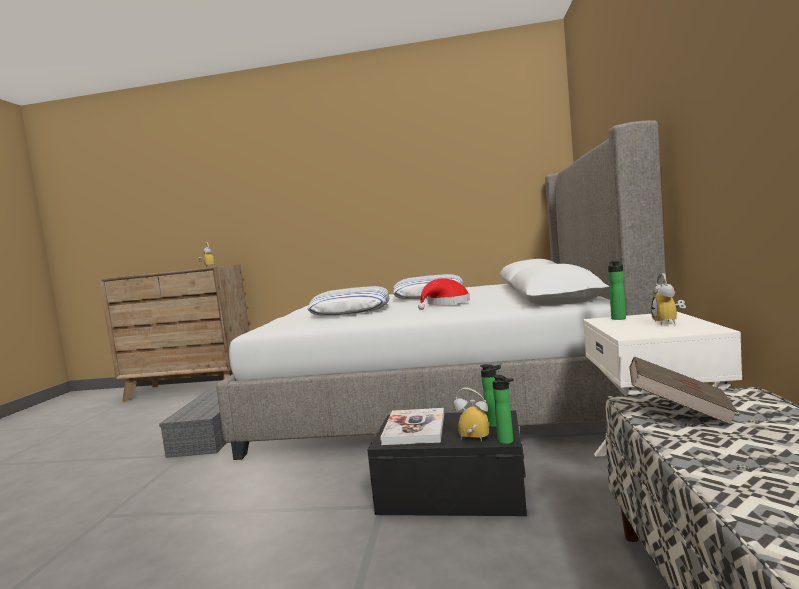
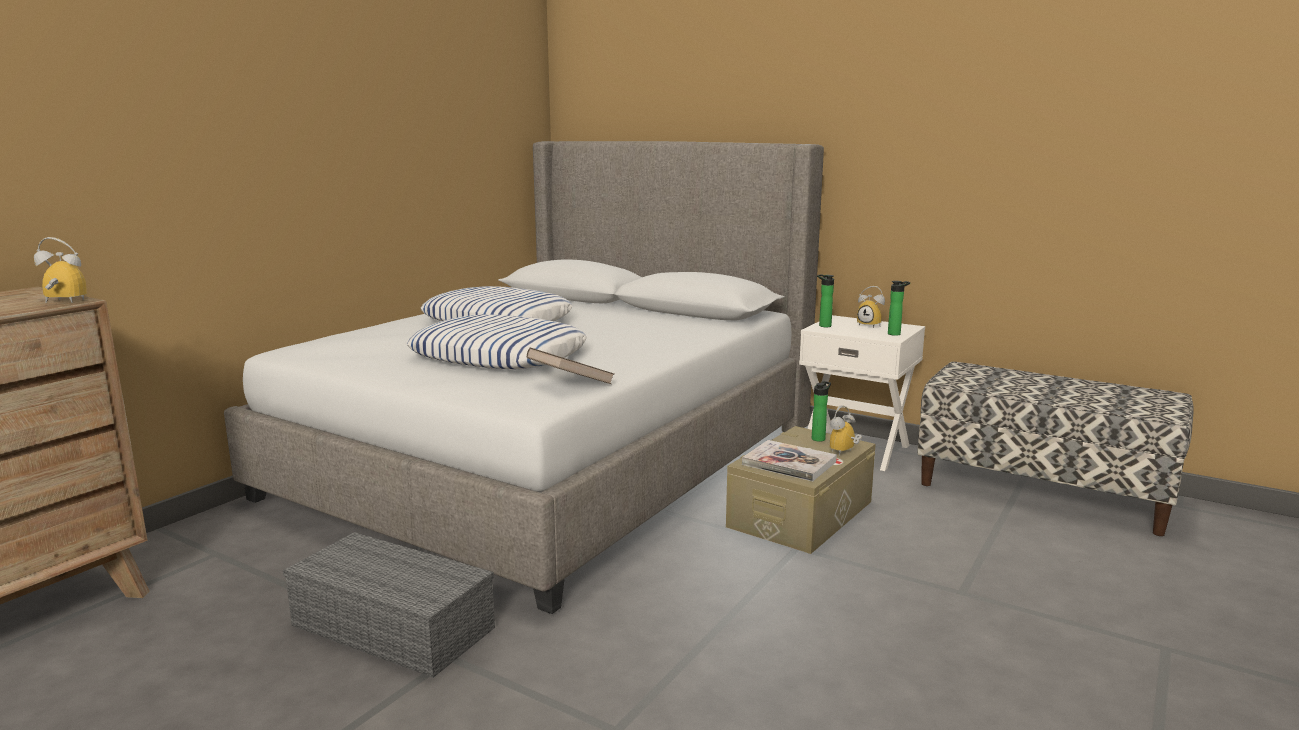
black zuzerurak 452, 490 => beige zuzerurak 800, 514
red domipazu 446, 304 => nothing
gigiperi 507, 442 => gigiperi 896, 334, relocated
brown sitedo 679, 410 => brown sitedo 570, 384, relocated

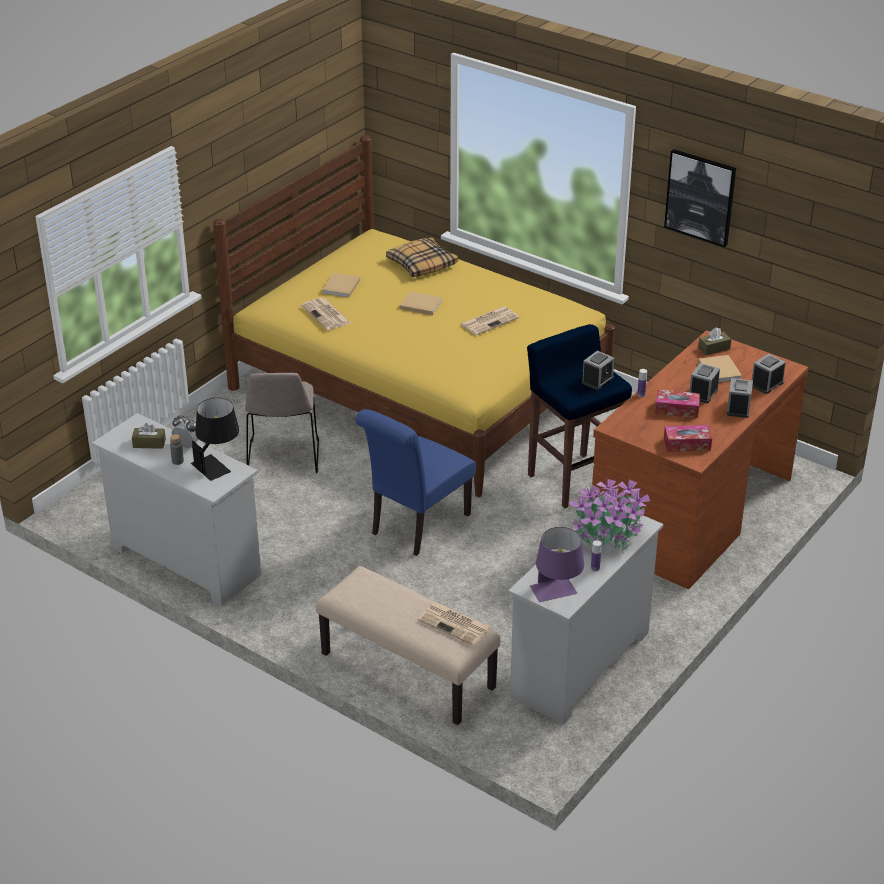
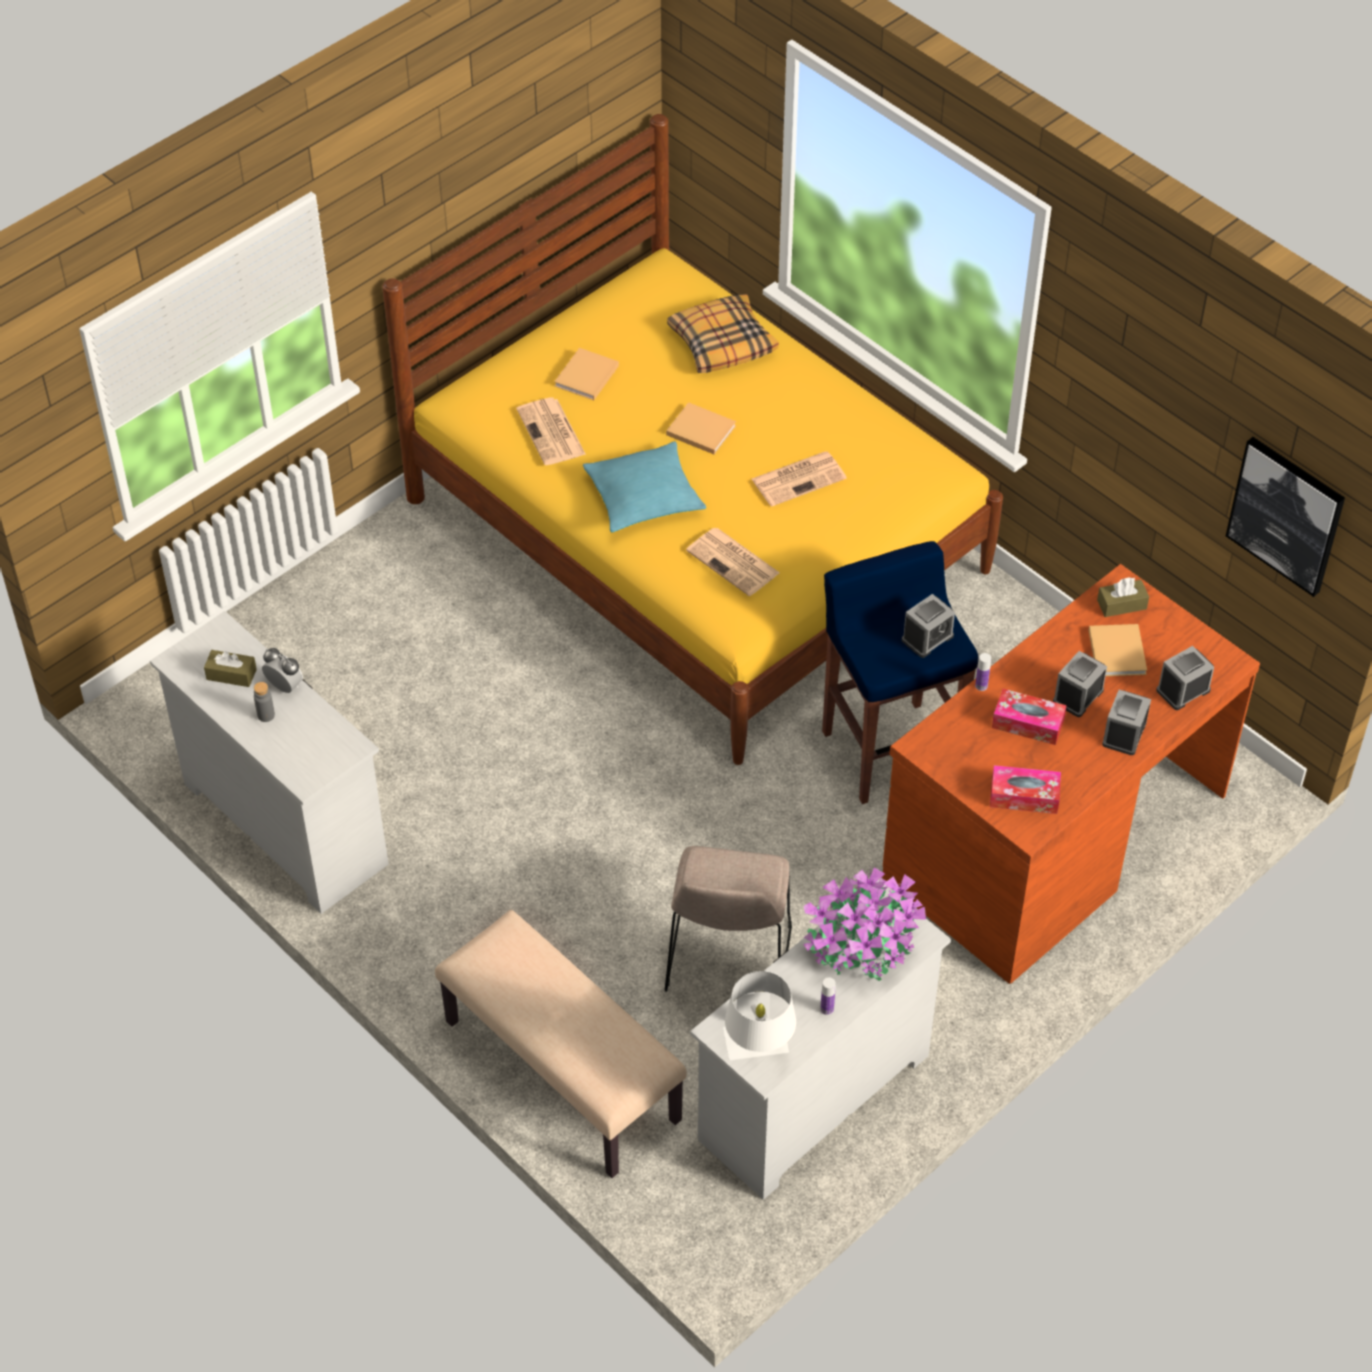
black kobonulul 217, 464 => nothing
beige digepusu 283, 458 => beige digepusu 728, 960, relocated
blue digepusu 416, 526 => nothing
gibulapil 455, 624 => gibulapil 734, 562, relocated
purple kobonulul 557, 595 => white kobonulul 758, 1051
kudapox 700, 197 => kudapox 1286, 515, relocated
nothing => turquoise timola 644, 497

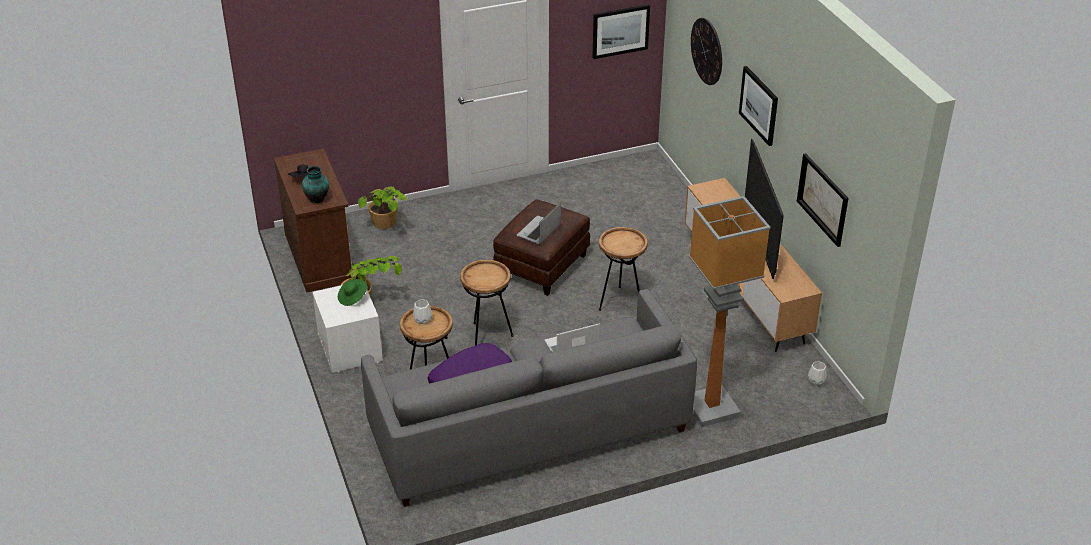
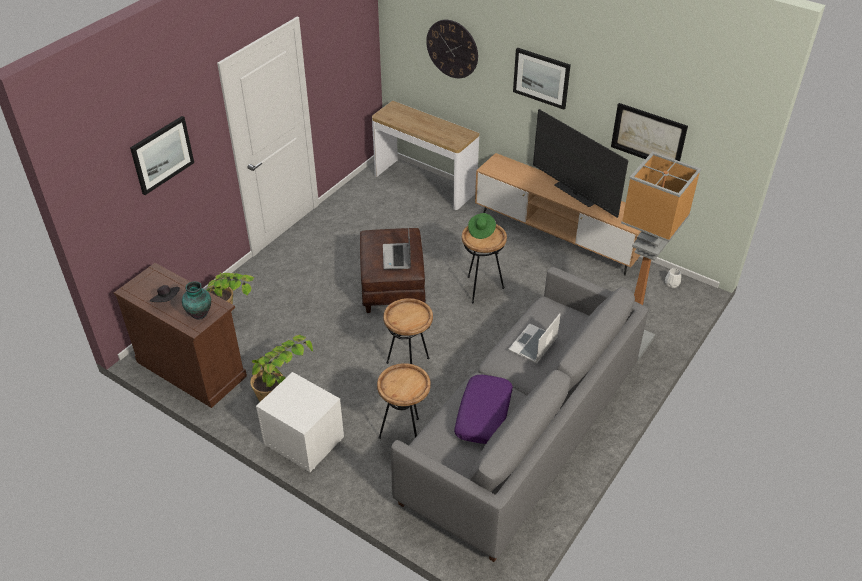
green domipazu 352, 298 => green domipazu 481, 231, relocated
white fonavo 422, 319 => nothing
kudapox 620, 31 => kudapox 162, 154, relocated
nothing => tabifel 424, 184

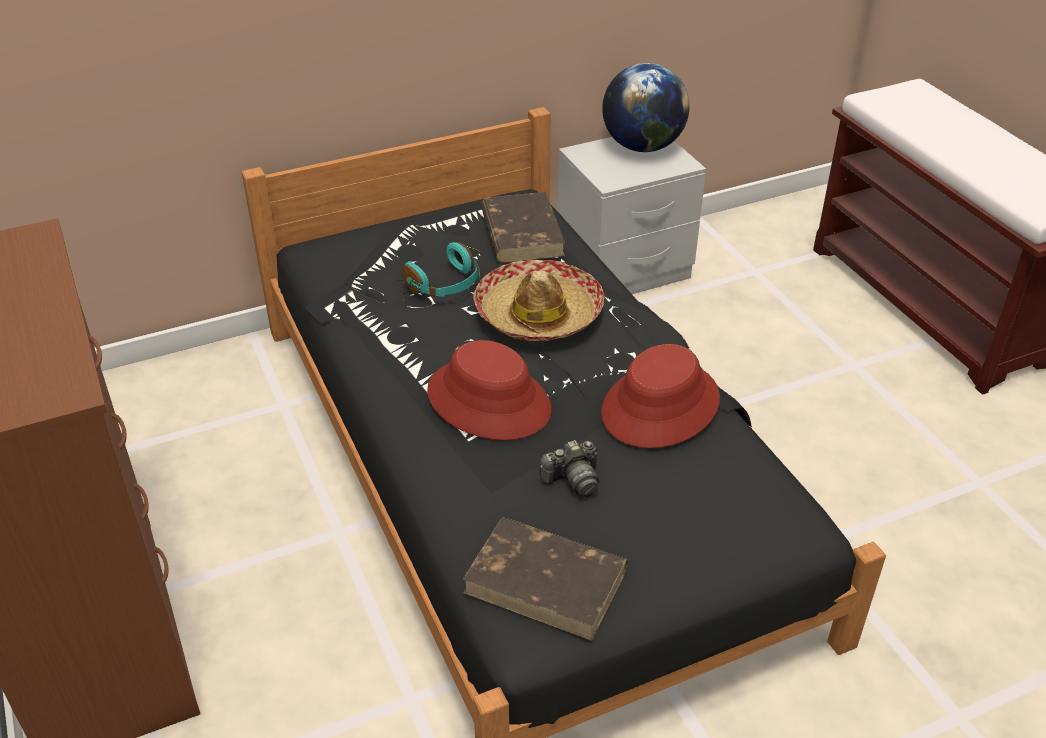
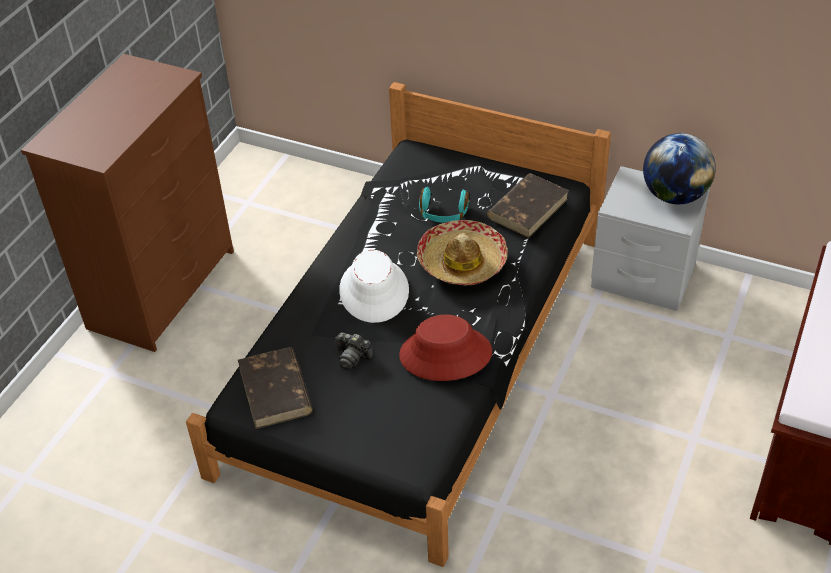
red domipazu 489, 400 => white domipazu 374, 290

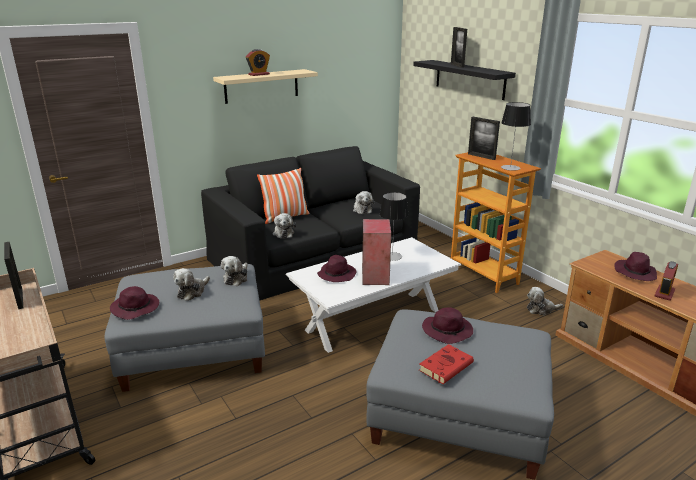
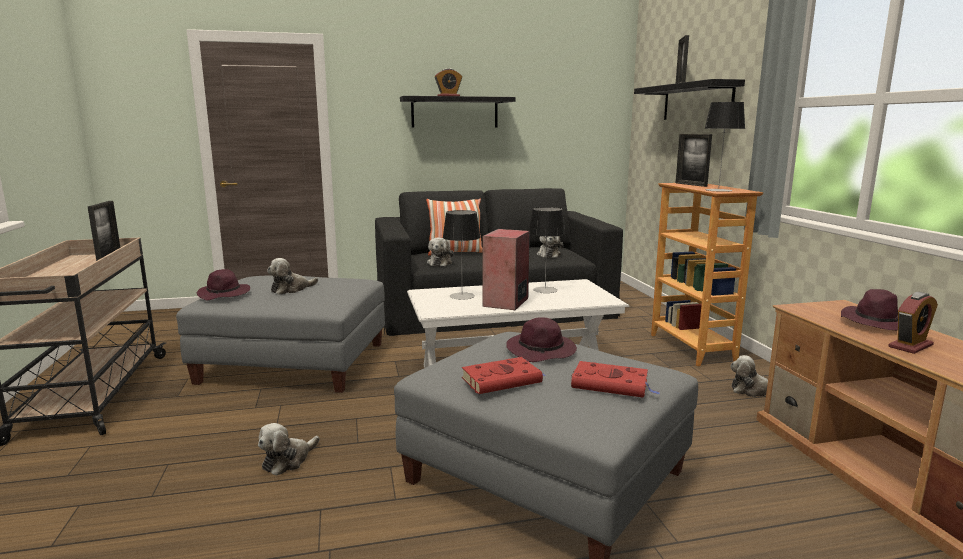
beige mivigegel 261, 86 => black mivigegel 454, 112
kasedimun 236, 278 => kasedimun 288, 460, relocated
purple domipazu 336, 274 => kobonulul 462, 296
nothing => red sitedo 612, 384

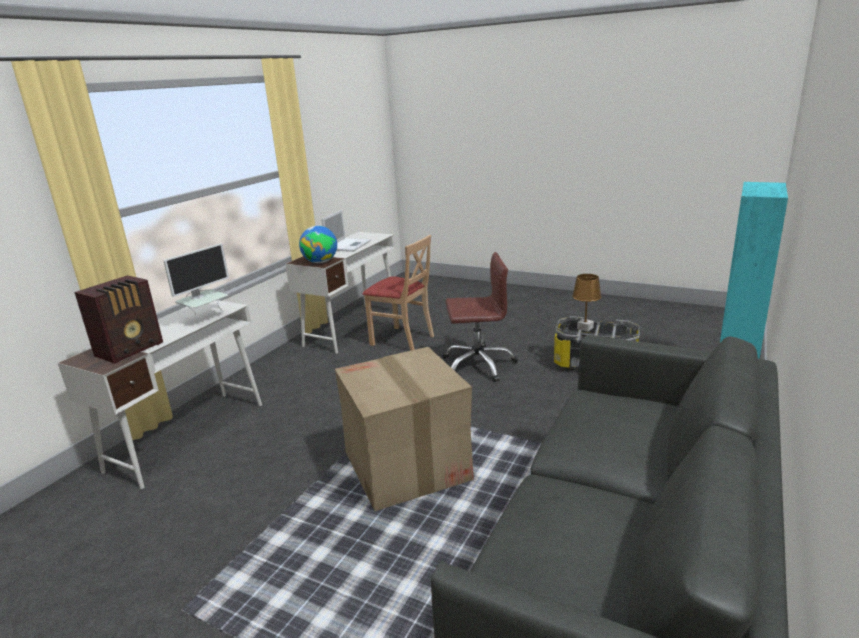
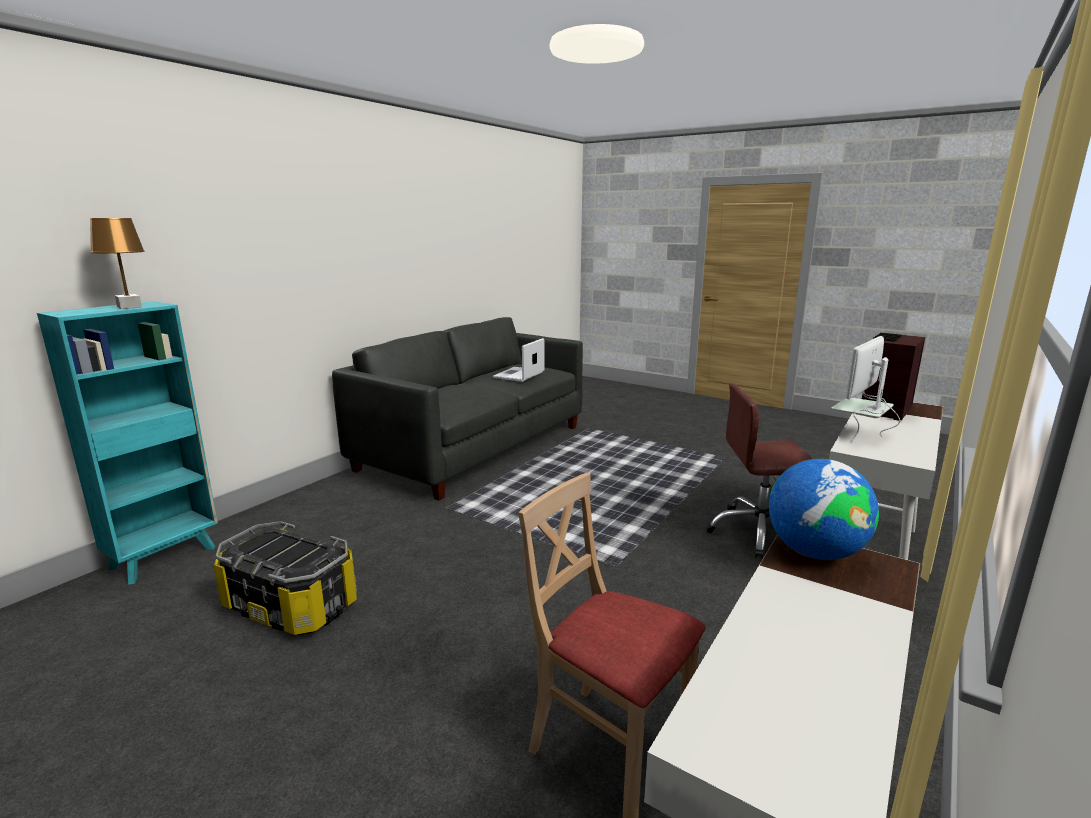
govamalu 348, 245 => govamalu 518, 375, relocated
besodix 407, 467 => nothing
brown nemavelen 478, 365 => brown nemavelen 759, 532, relocated
brown kobonulul 585, 328 => brown kobonulul 129, 307, relocated

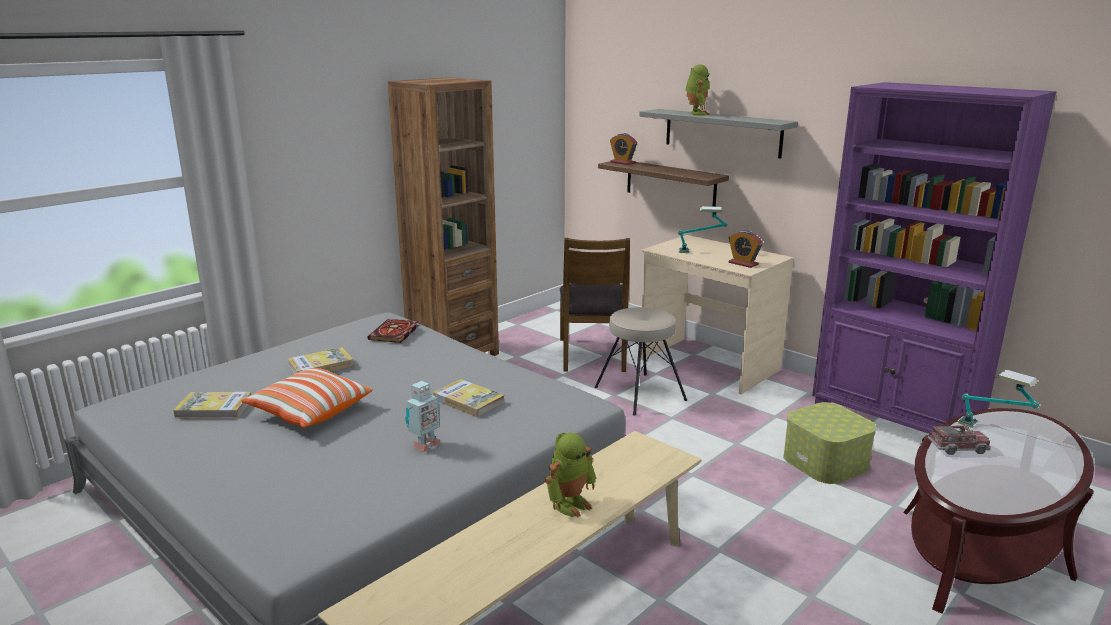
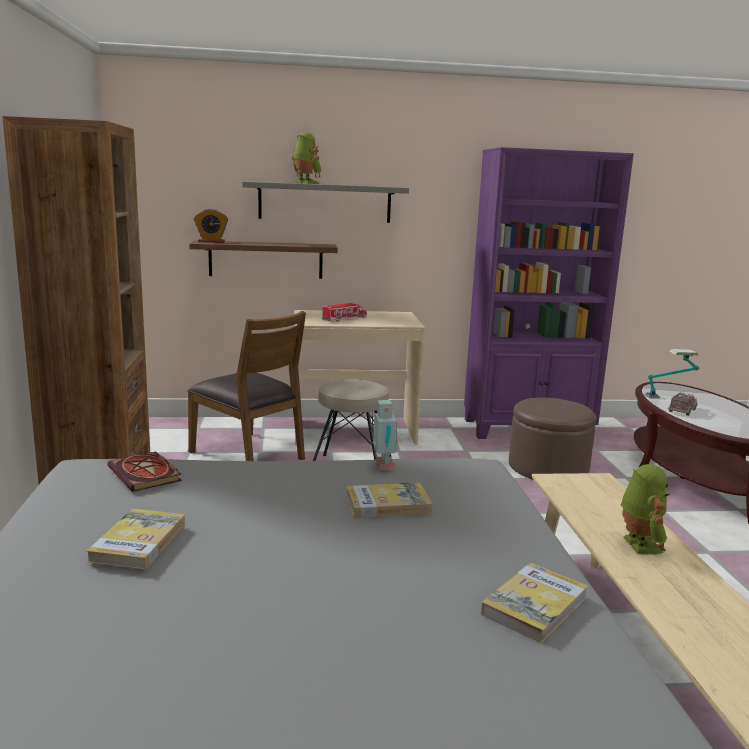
sitedo 214, 408 => sitedo 534, 605, relocated
timola 309, 411 => nothing
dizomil 424, 445 => dizomil 383, 466, relocated
kobonulul 701, 252 => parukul 344, 319
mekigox 743, 263 => nothing
zuzerurak 825, 461 => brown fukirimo 548, 467

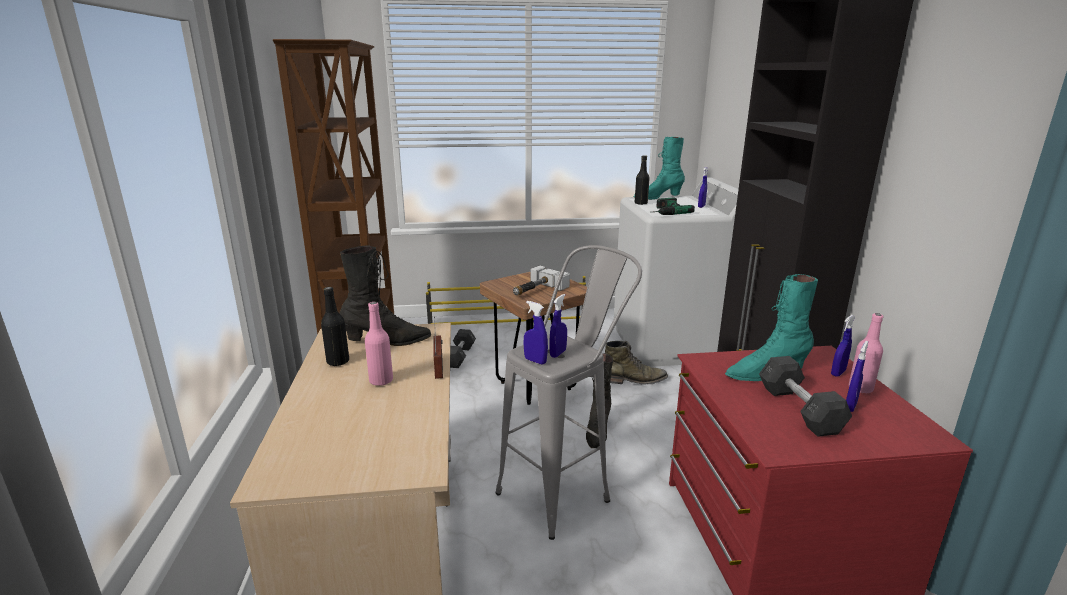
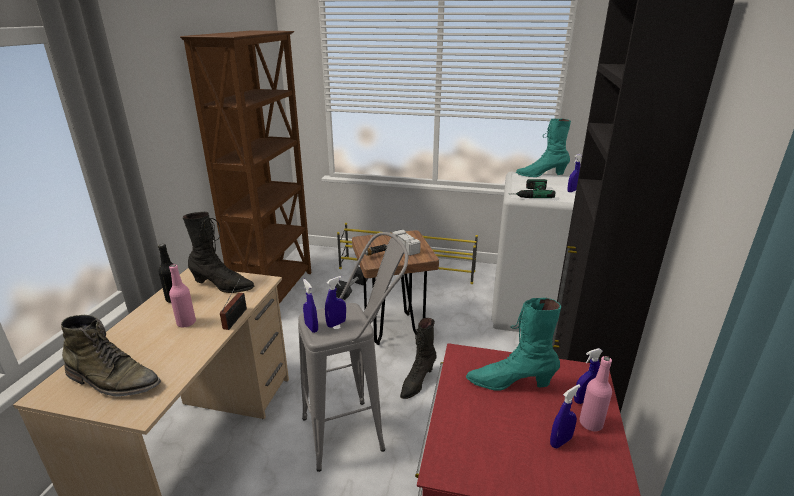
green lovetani 633, 380 => green lovetani 113, 380, relocated
black gigiperi 641, 203 => nothing
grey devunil 799, 409 => nothing

